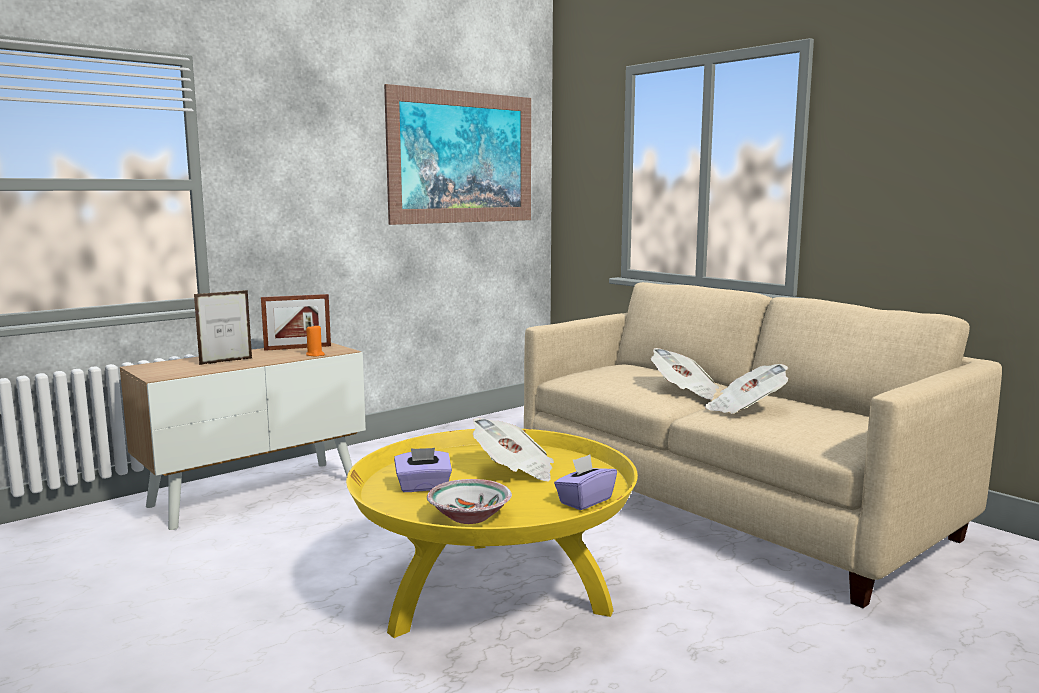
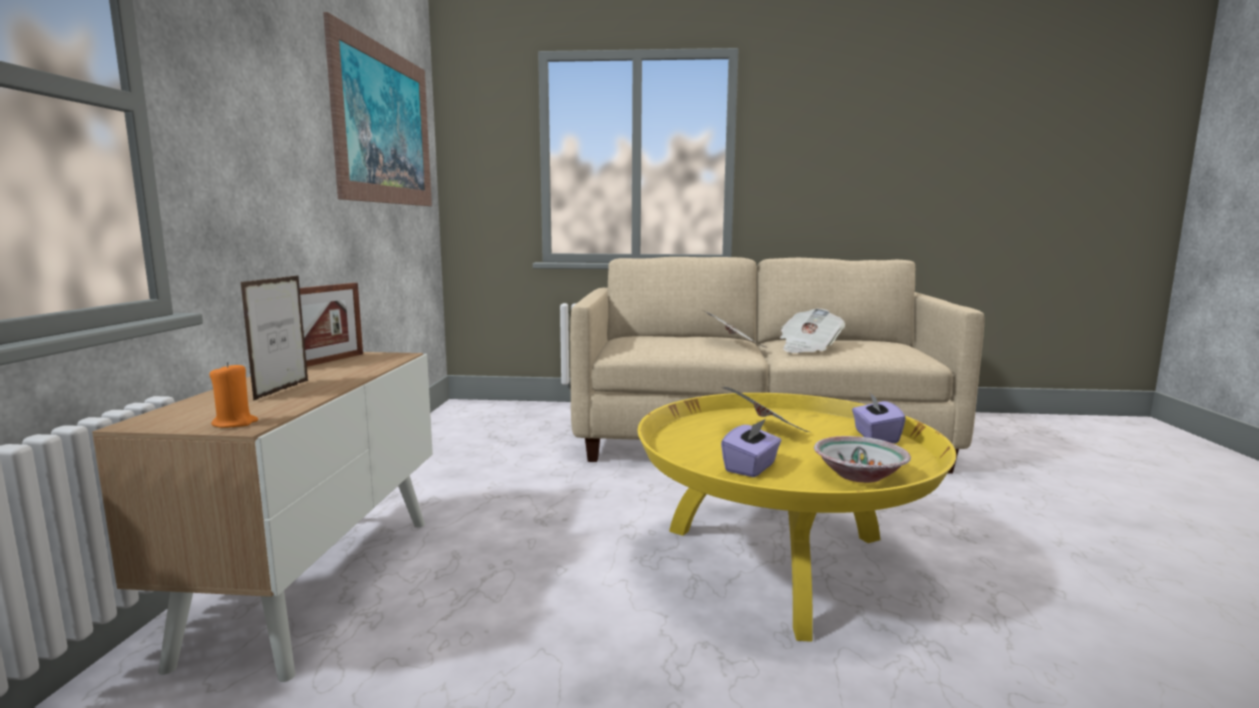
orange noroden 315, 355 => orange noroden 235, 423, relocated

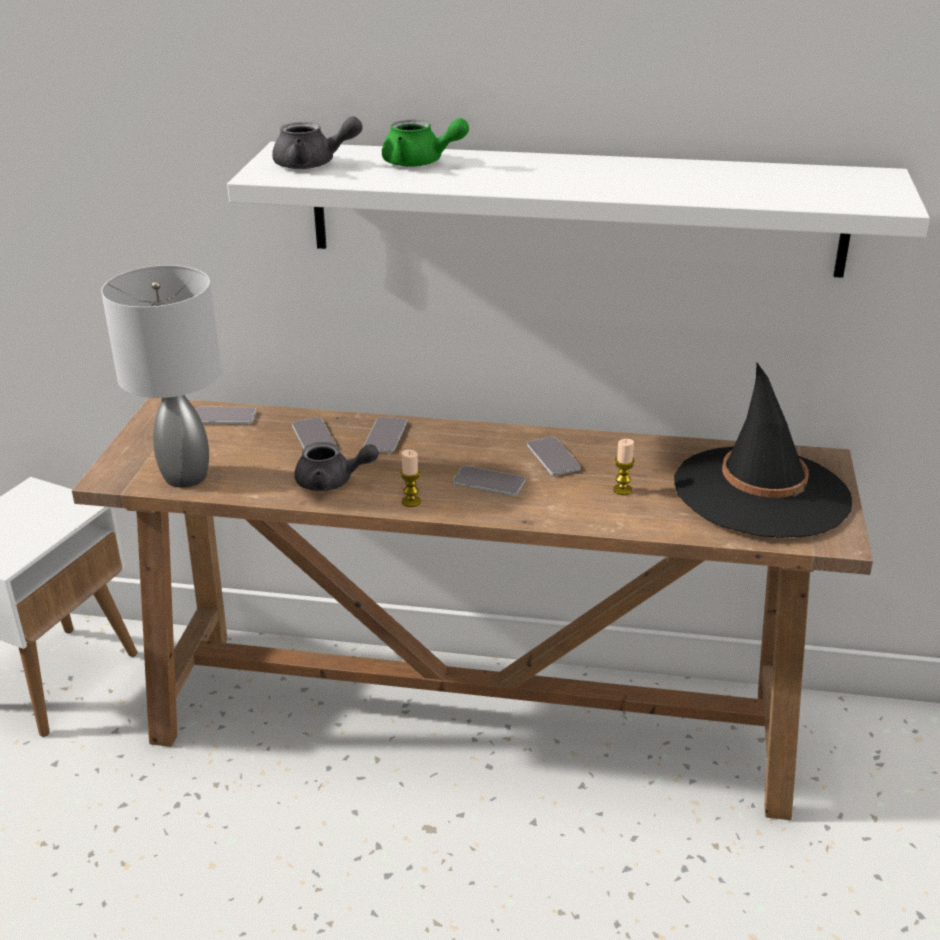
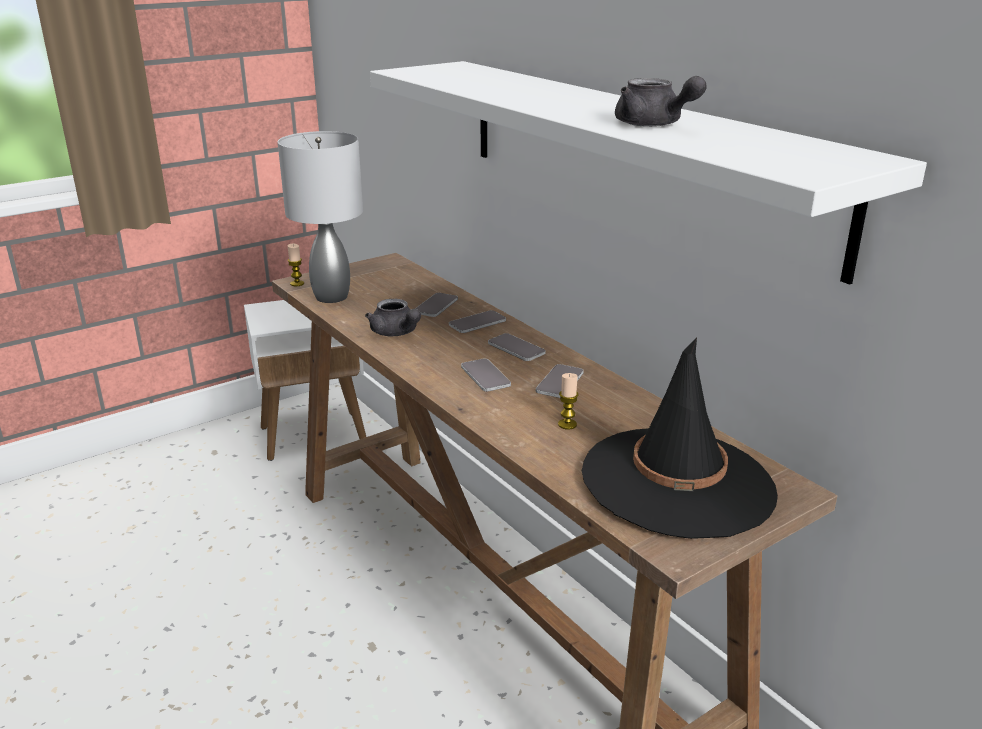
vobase 223, 417 => vobase 516, 348, relocated
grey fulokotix 313, 164 => grey fulokotix 653, 125, relocated
green fulokotix 420, 163 => nothing
noroden 411, 501 => noroden 297, 283, relocated

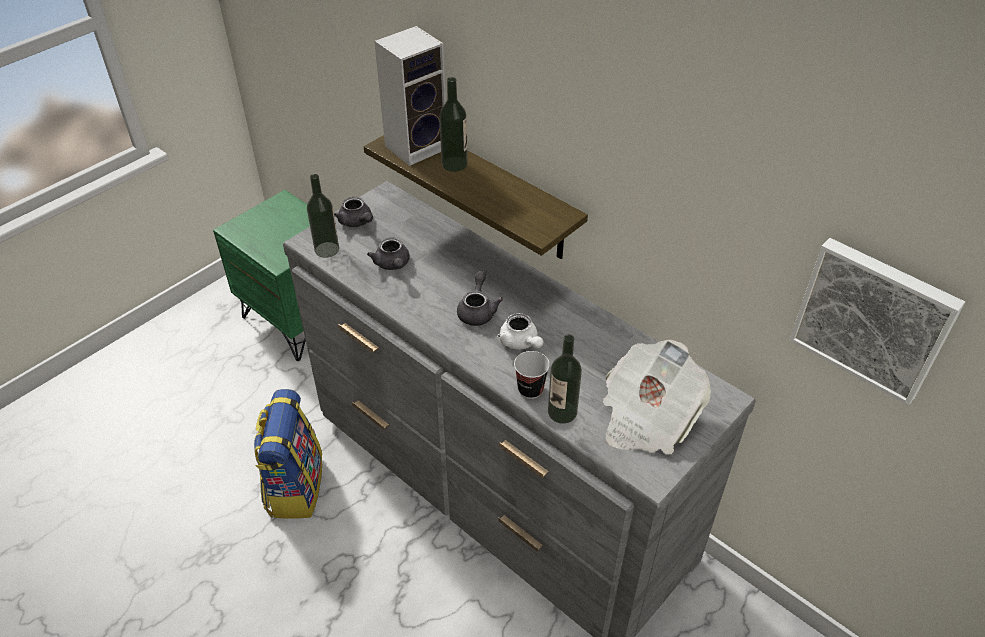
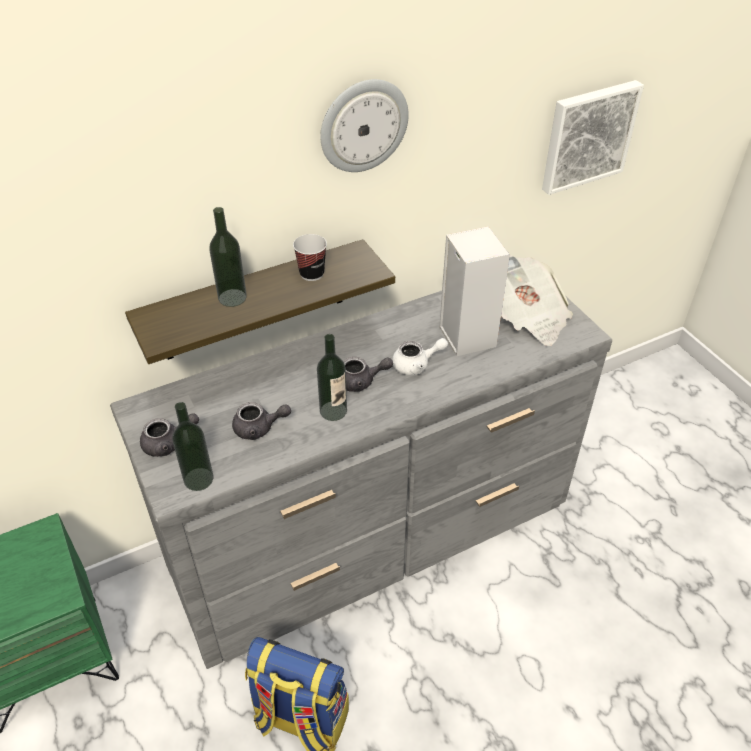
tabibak 417, 146 => tabibak 465, 335, relocated
grey fulokotix 477, 310 => grey fulokotix 361, 381, 150 degrees clockwise
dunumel 530, 389 => dunumel 312, 274, relocated
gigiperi 562, 412 => gigiperi 333, 411, relocated
nothing => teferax 363, 125

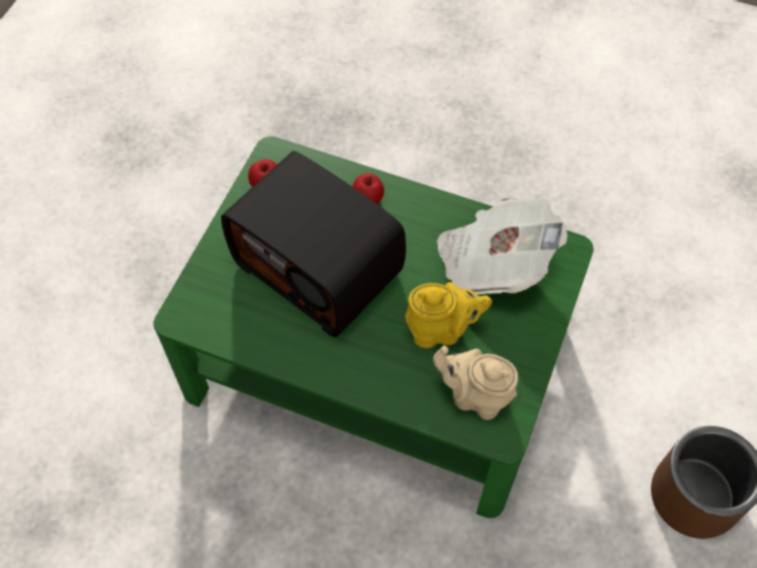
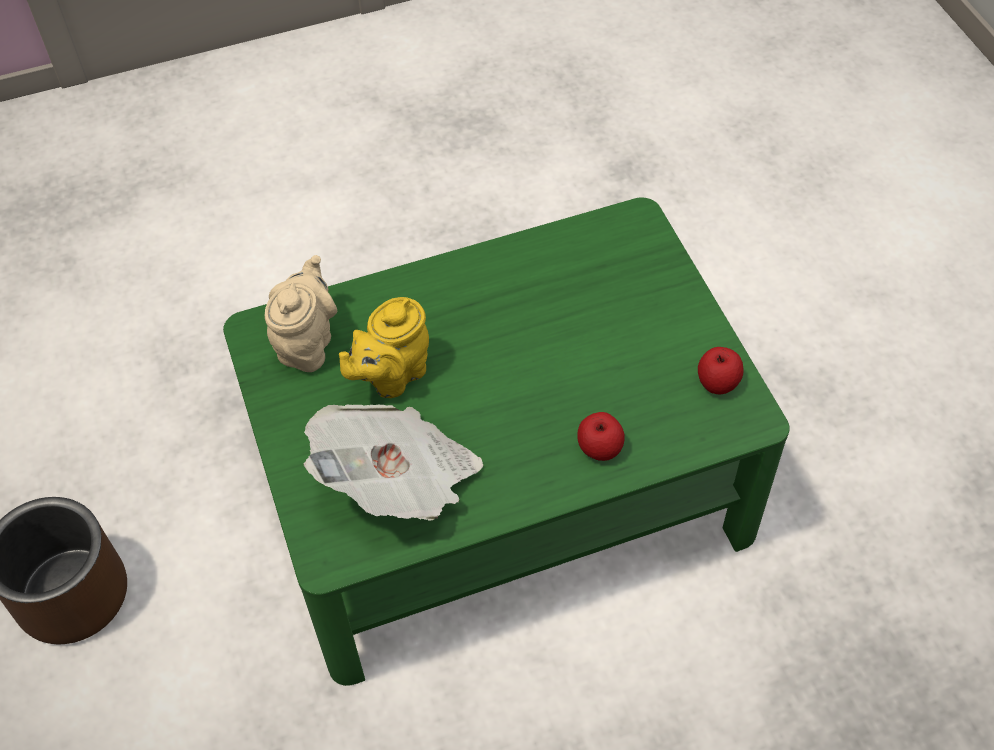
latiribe 320, 266 => nothing
beige fulokotix 475, 396 => beige fulokotix 307, 343, 60 degrees counterclockwise

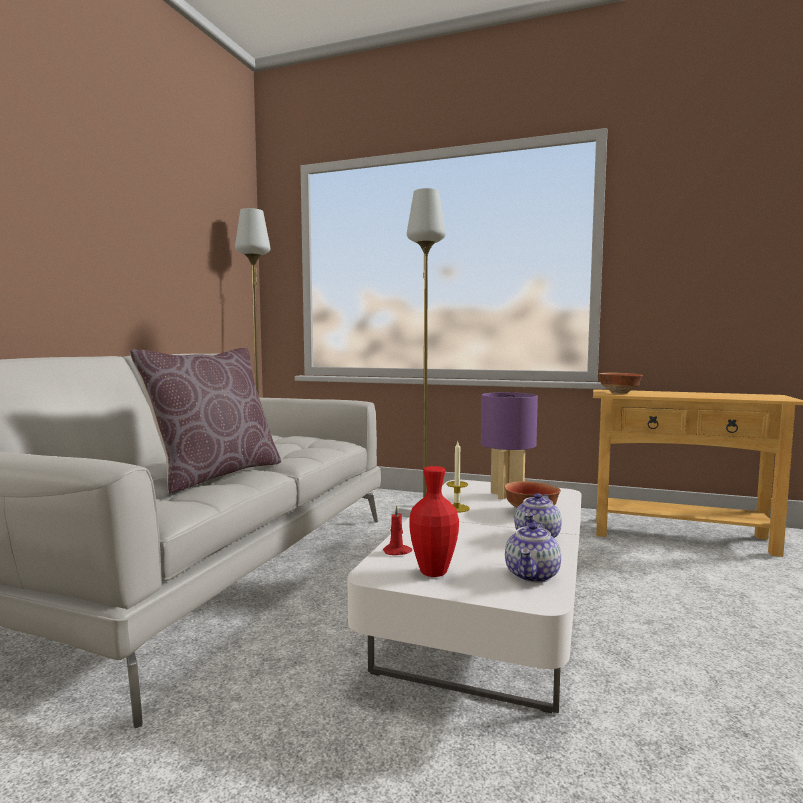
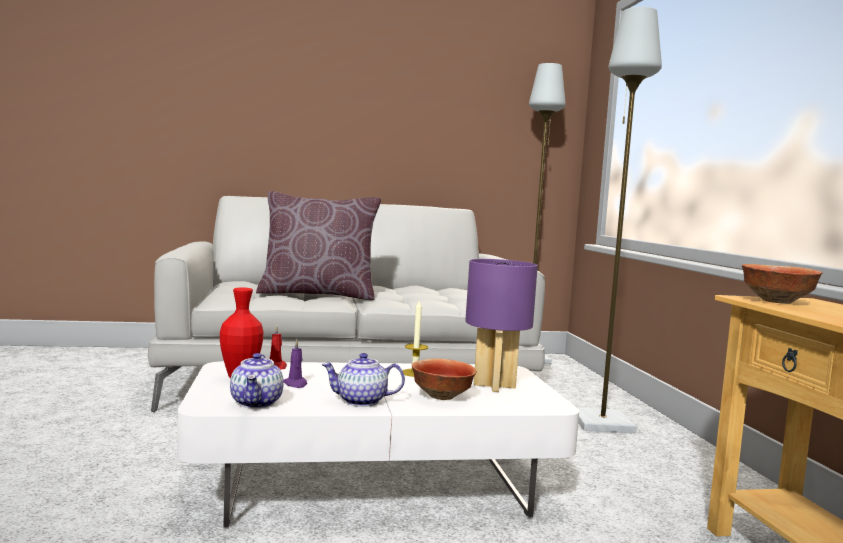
fulokotix 533, 575 => fulokotix 257, 403, 90 degrees counterclockwise
nothing => purple noroden 295, 384

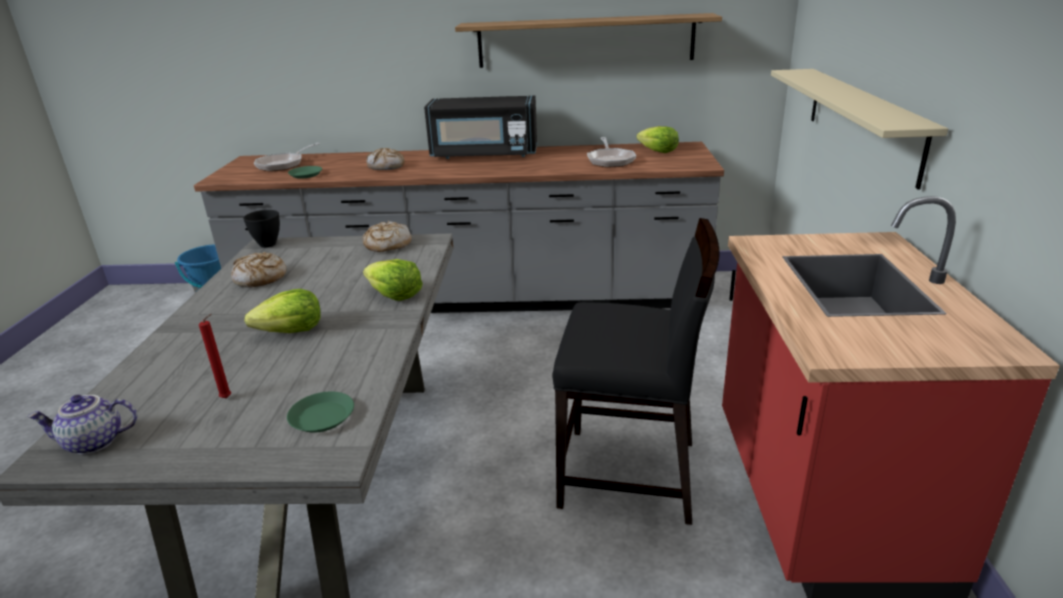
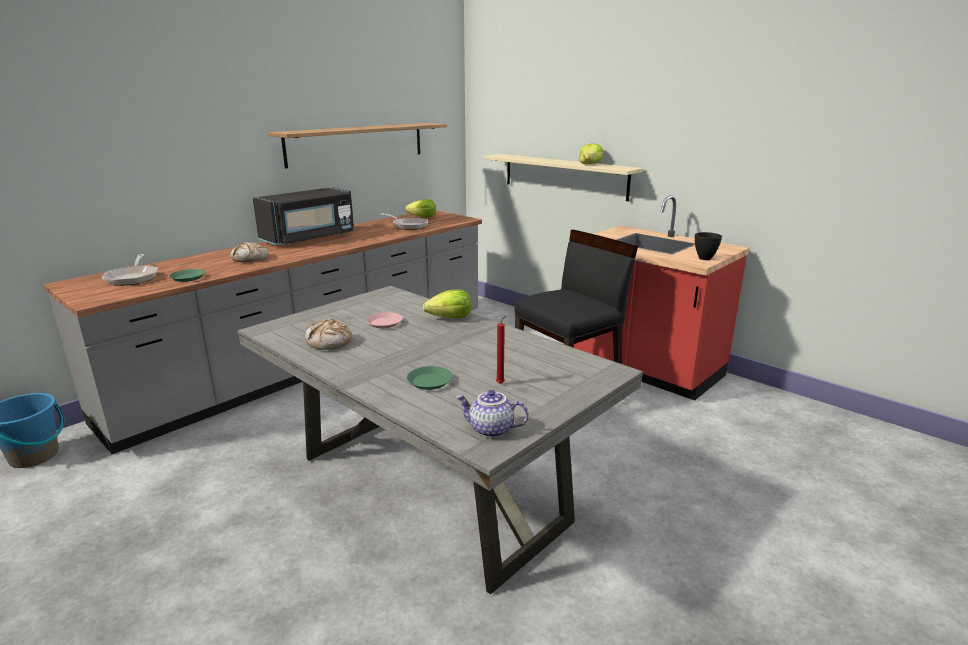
fulokotix 93, 443 => fulokotix 490, 430, 75 degrees clockwise
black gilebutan 267, 244 => black gilebutan 704, 258, relocated
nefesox 291, 331 => nefesox 590, 164, relocated
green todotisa 322, 417 => green todotisa 429, 381, relocated
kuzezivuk 387, 245 => nothing
nothing => pink todotisa 384, 323

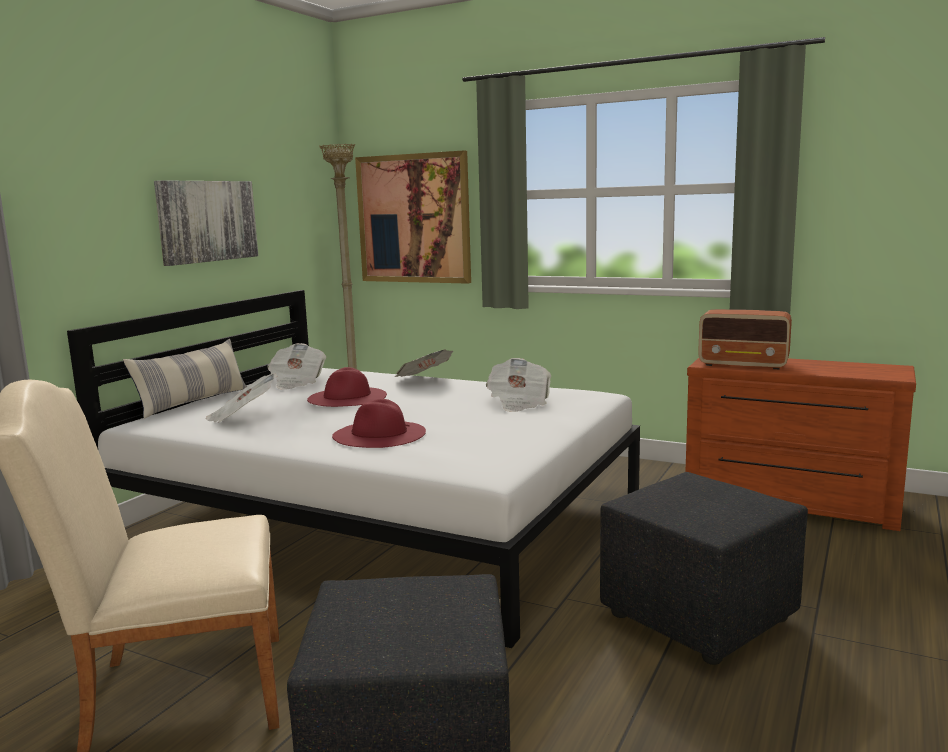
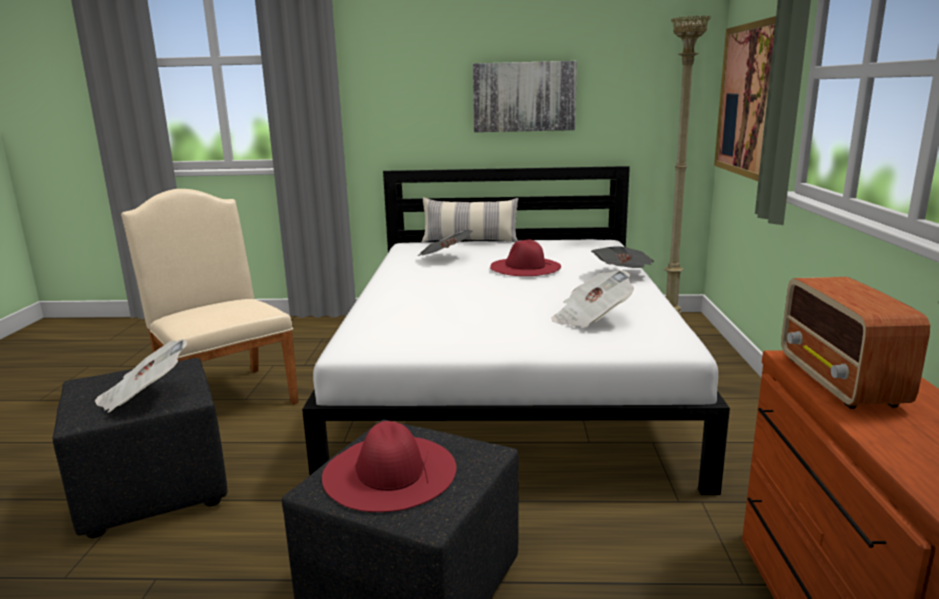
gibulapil 296, 382 => gibulapil 144, 397, relocated
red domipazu 379, 434 => red domipazu 389, 471, relocated

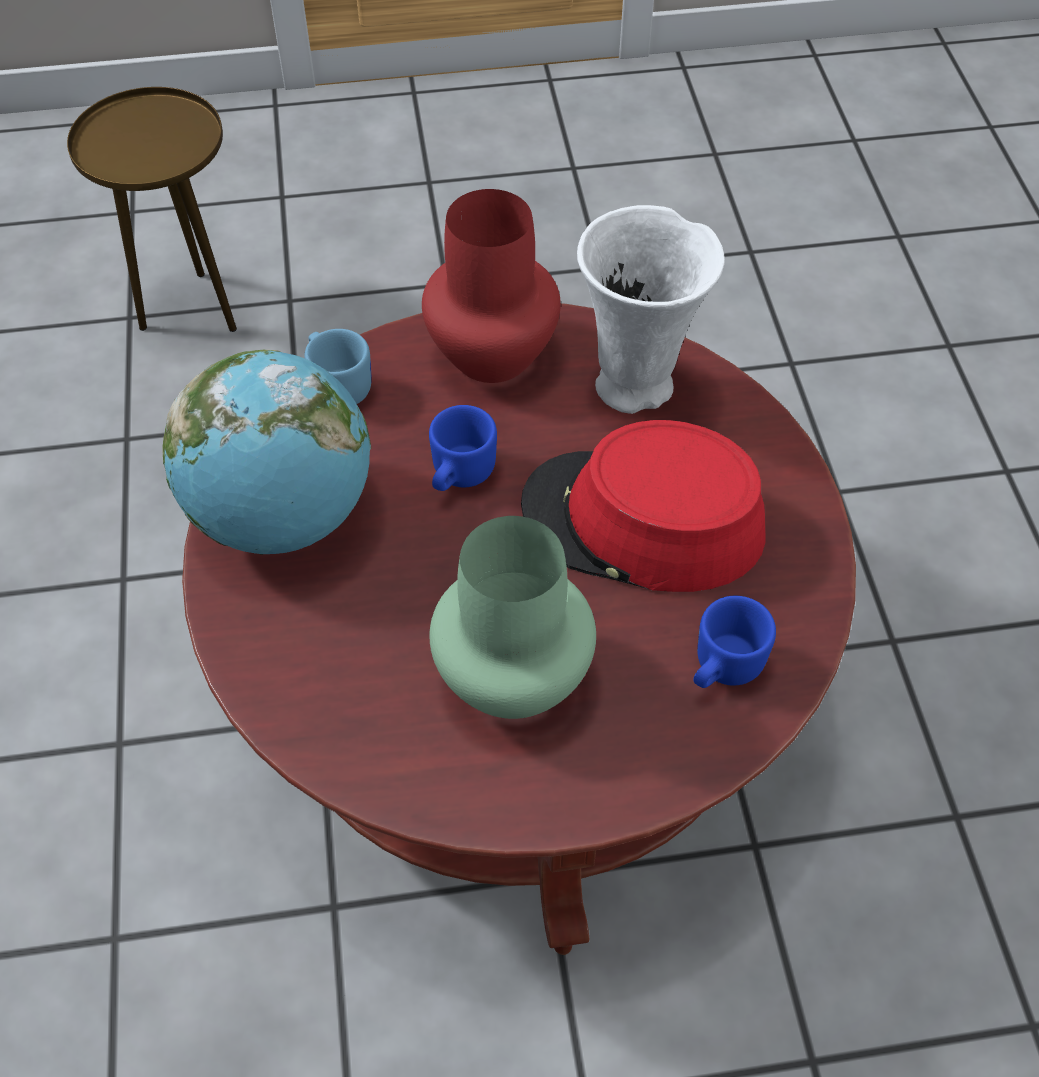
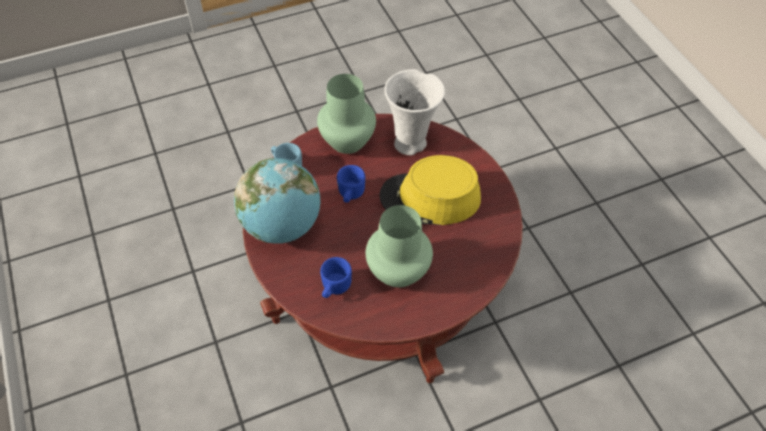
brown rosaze 192, 310 => nothing
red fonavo 490, 353 => green fonavo 346, 141
red domipazu 642, 522 => yellow domipazu 430, 198
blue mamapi 721, 668 => blue mamapi 334, 288, relocated

